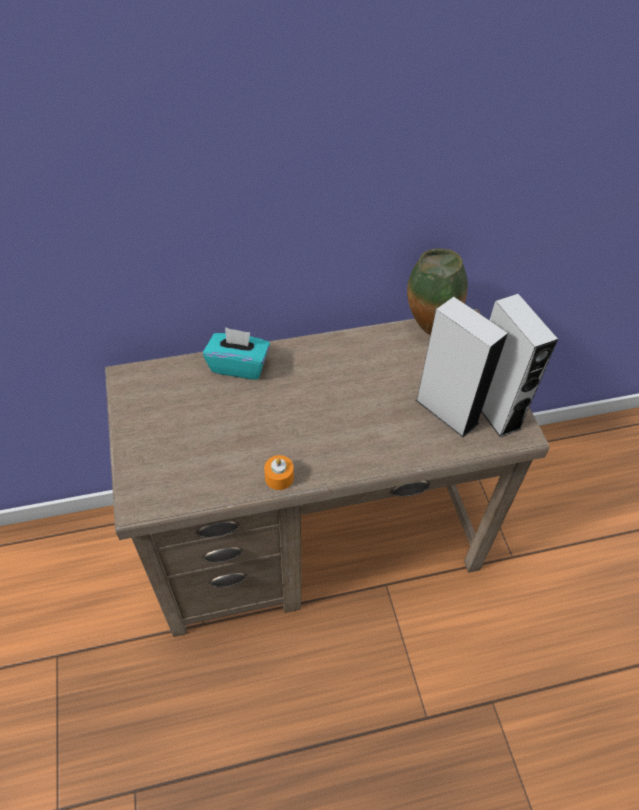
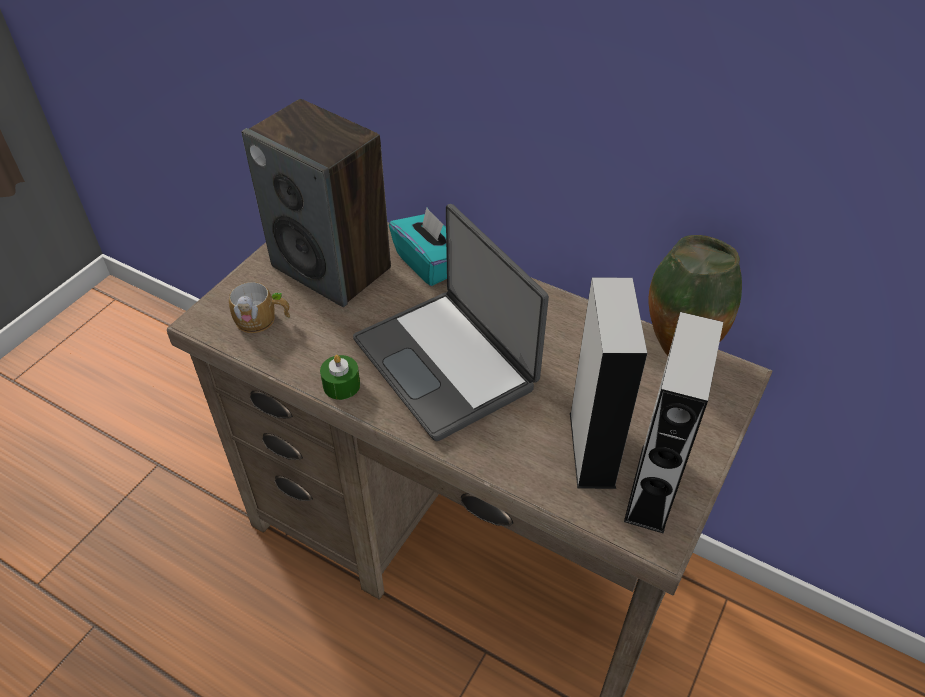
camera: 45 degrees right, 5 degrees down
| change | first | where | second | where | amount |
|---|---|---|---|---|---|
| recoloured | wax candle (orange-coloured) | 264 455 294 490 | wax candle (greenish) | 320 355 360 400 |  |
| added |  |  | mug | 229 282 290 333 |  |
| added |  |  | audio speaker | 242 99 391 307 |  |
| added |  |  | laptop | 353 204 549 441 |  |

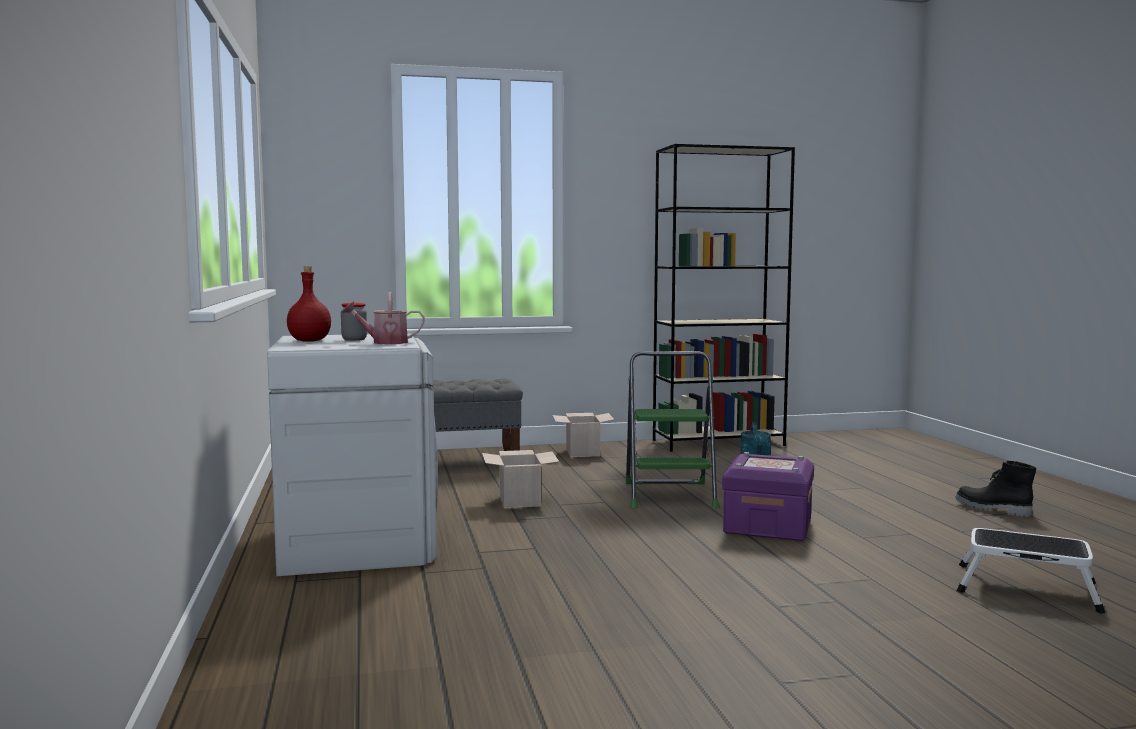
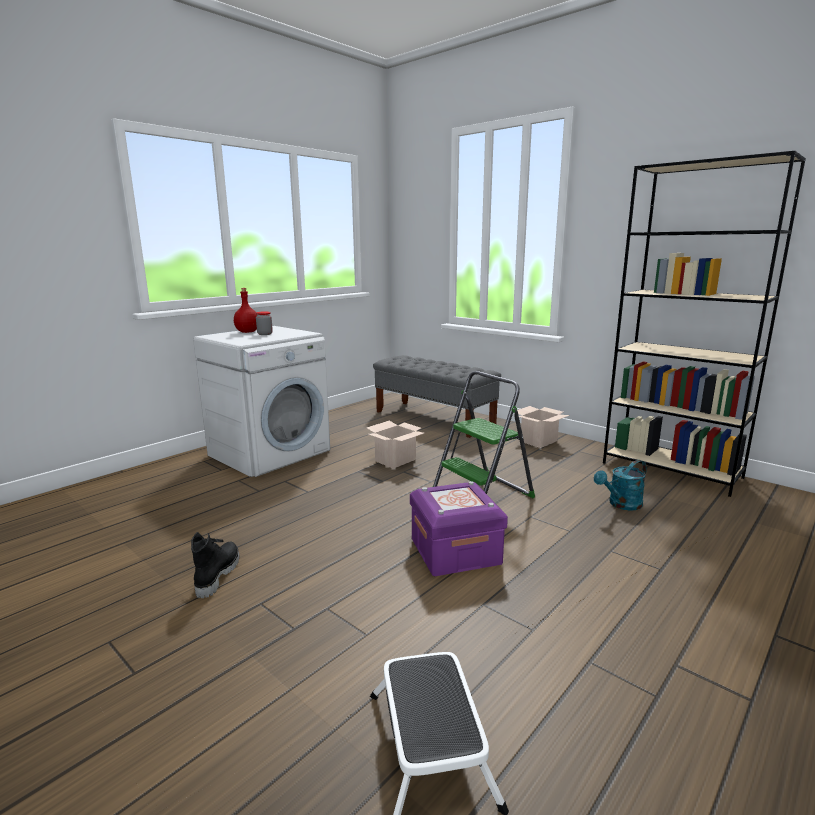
camera: 55 degrees right, 10 degrees up
| change | first | where | second | where | amount |
|---|---|---|---|---|---|
| removed | watering can | 342 292 425 344 |  |  |  |
| moved | tall boot (blackish) | 955 460 1036 517 |  | 191 532 239 598 |  |

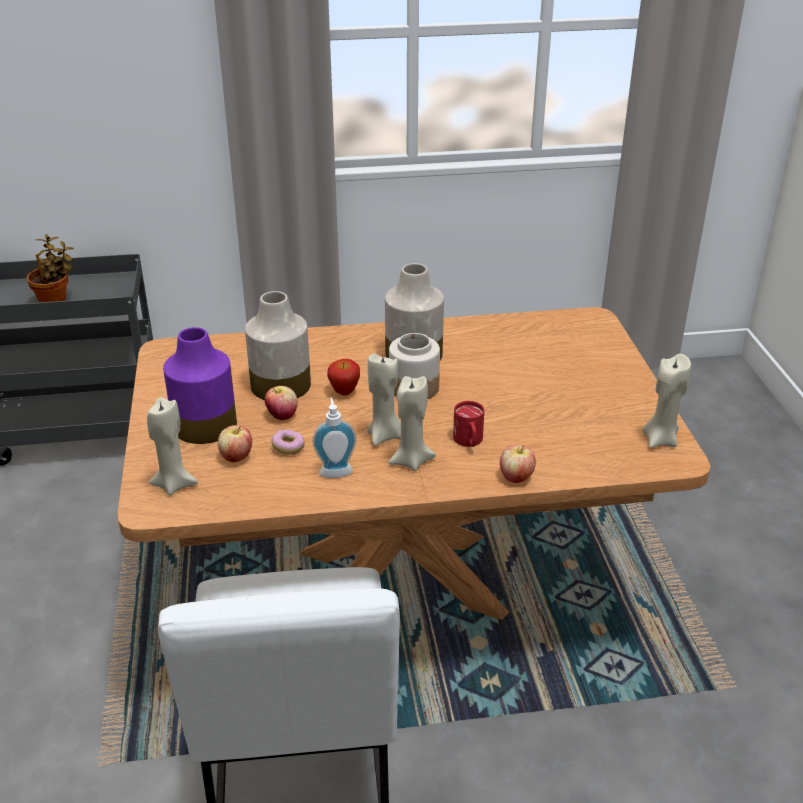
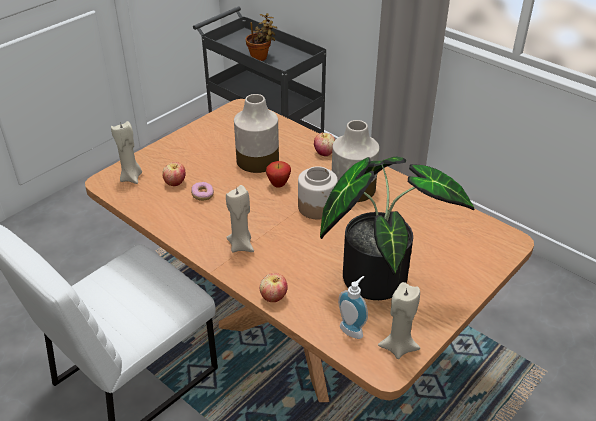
camera: 50 degrees right, 5 degrees up
| change | first | where | second | where | amount |
|---|---|---|---|---|---|
| removed | decorative vase (purple) | 163 327 237 444 |  |  |  |
| moved | whole apple | 265 386 298 420 |  | 314 132 335 156 |  |
| moved | liquid soap bottle | 313 397 356 478 |  | 338 276 368 339 |  |
| removed | wax candle (beige) | 368 353 401 446 |  |  |  |
| removed | mug (reddish) | 453 401 484 447 |  |  |  |
| added |  |  | plant in a pot | 320 157 475 300 |  |

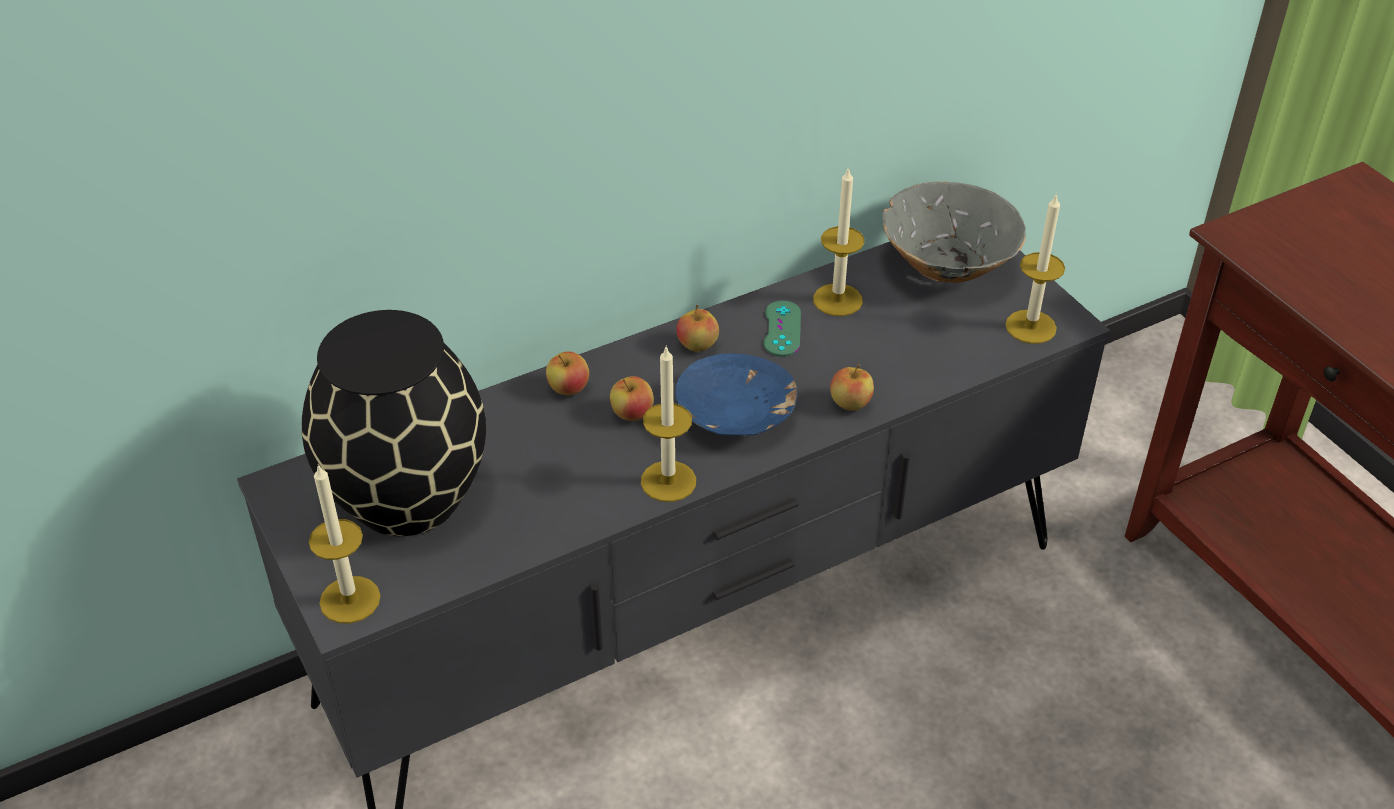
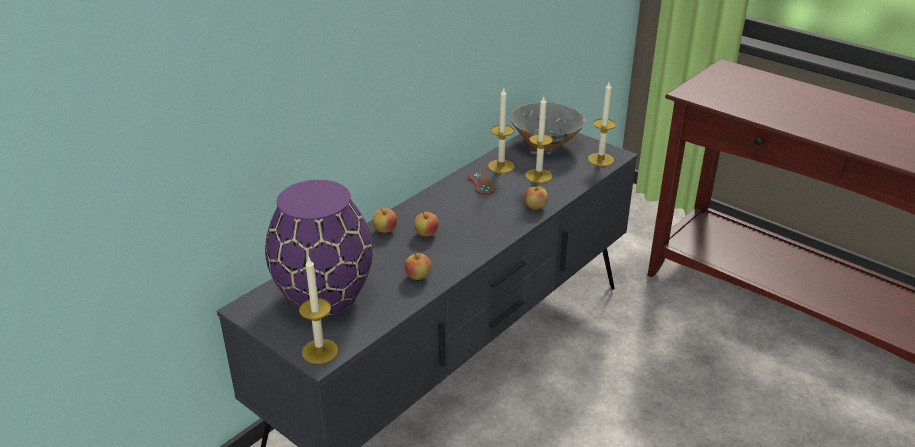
camera: 20 degrees left, 10 degrees down
| change | first | where | second | where | amount |
|---|---|---|---|---|---|
| recoloured | decorative vase (blackish) | 302 310 486 536 | decorative vase (purple) | 265 180 373 316 |  |
| moved | wax candle | 641 345 696 502 |  | 525 97 553 183 |  |
| removed | bowl (blue-coloured) | 676 353 798 436 |  |  |  |
| moved | whole apple | 677 305 719 352 |  | 404 250 431 280 |  |
| recoloured | joypad (greenish) | 764 300 801 357 | joypad (brown) | 468 171 495 195 |  |

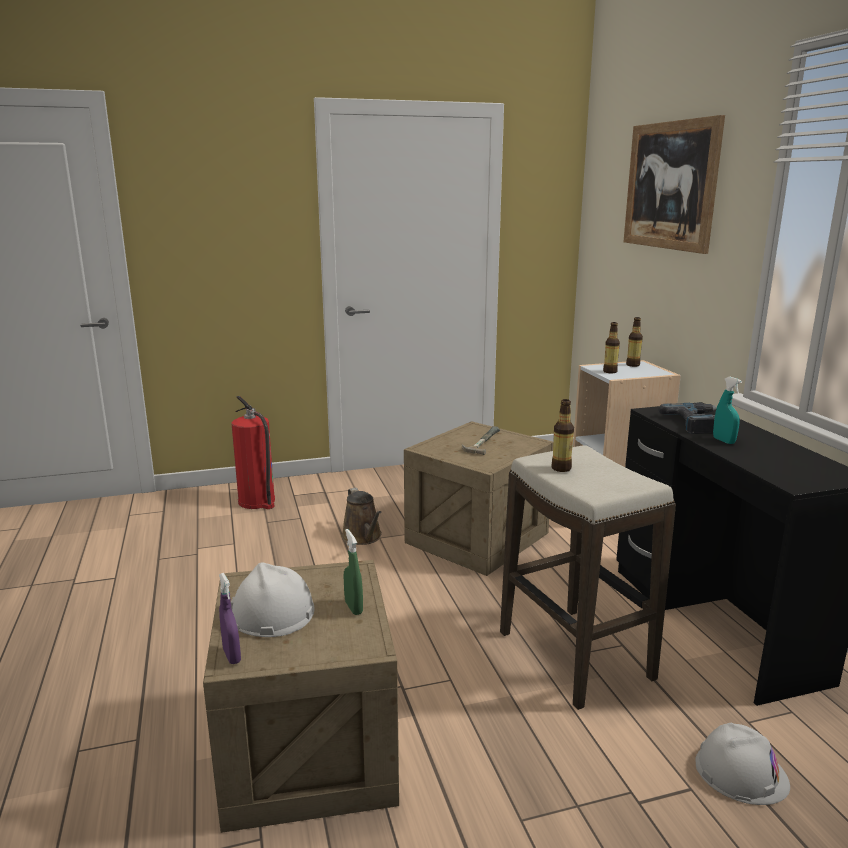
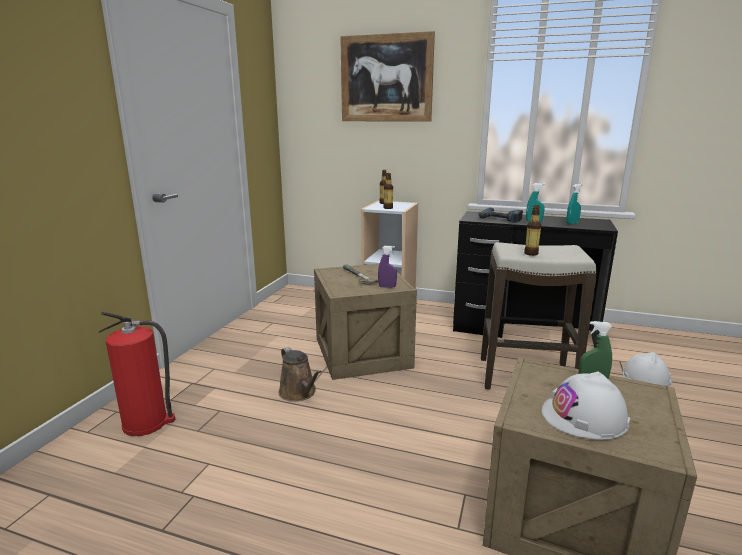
camera: 55 degrees left, 0 degrees up
| change | first | where | second | where | amount |
|---|---|---|---|---|---|
| moved | spray bottle (purple) | 219 573 241 664 |  | 378 246 397 288 |  |
| turned | watering can (brown) | 342 487 382 545 |  | 279 347 322 402 | 45 degrees clockwise |
| added |  |  | spray bottle (blue-green) | 566 184 583 224 |  |

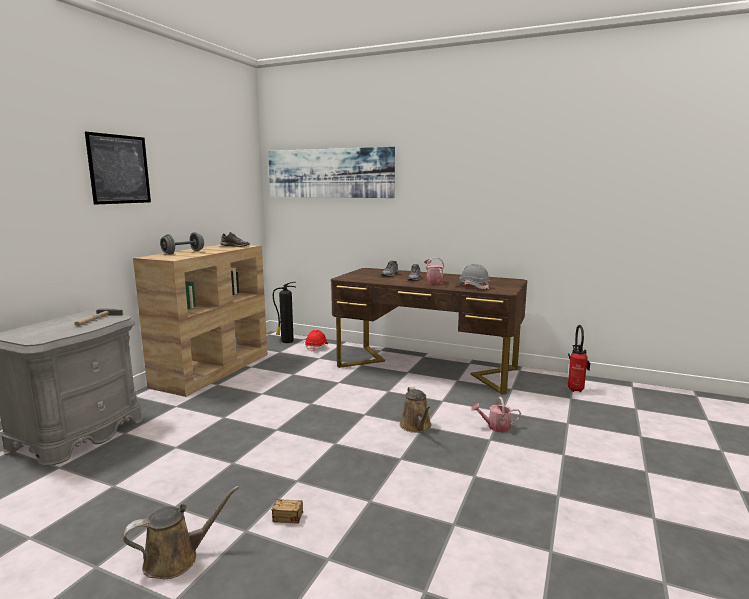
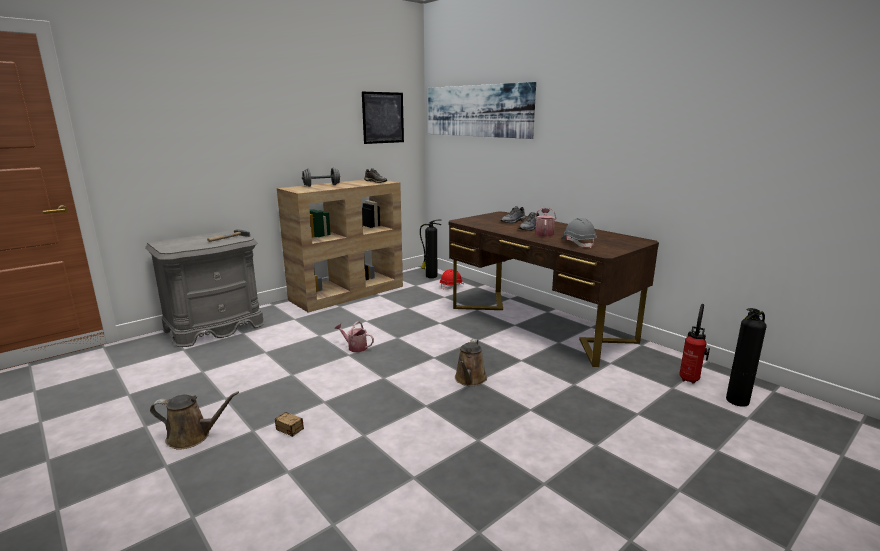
camera: 25 degrees right, 5 degrees up
| change | first | where | second | where | amount |
|---|---|---|---|---|---|
| moved | wall art | 85 132 151 205 |  | 362 92 404 144 |  |
| moved | watering can | 471 397 521 433 |  | 334 321 374 352 |  |
| added |  |  | extinguisher | 726 308 767 407 |  |

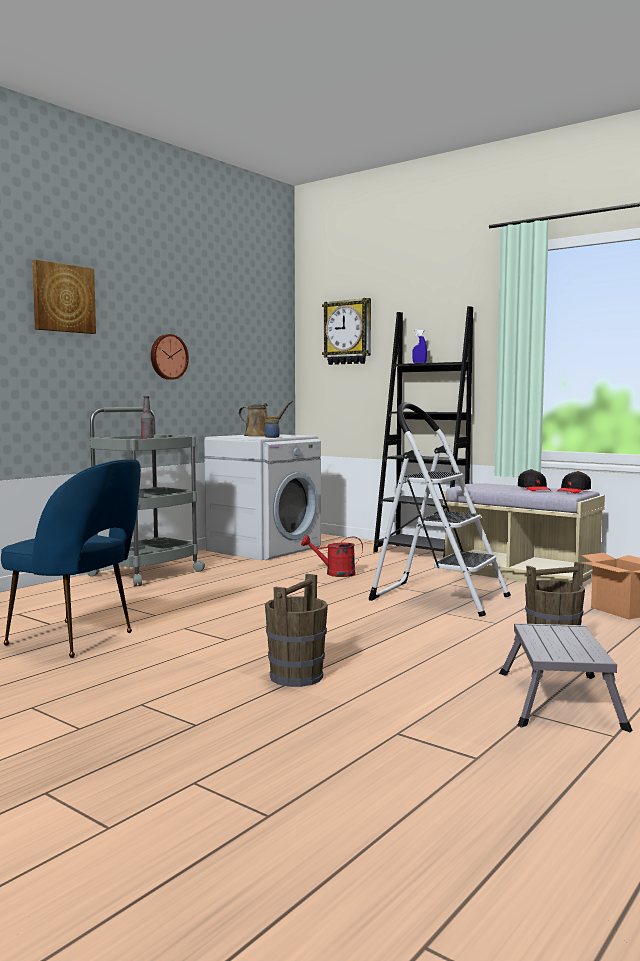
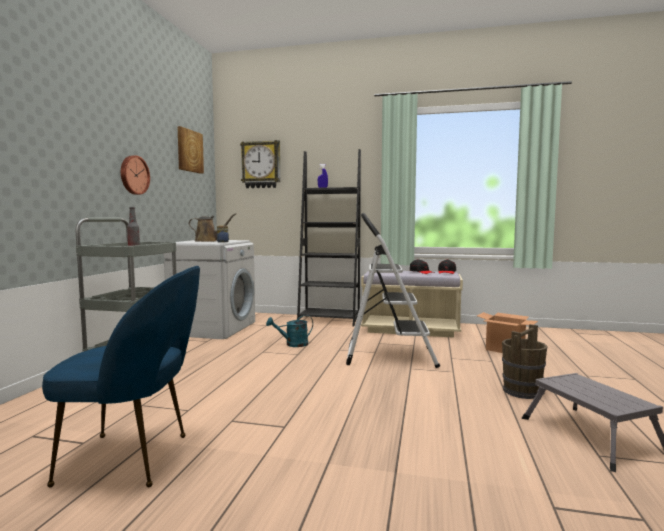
camera: 25 degrees left, 0 degrees up
| change | first | where | second | where | amount |
|---|---|---|---|---|---|
| moved | wall art | 32 260 96 334 |  | 177 126 204 174 |  |
| removed | pail (brown) | 265 574 328 687 |  |  |  |
| recoloured | watering can (reddish) | 301 535 363 577 | watering can (blue-green) | 266 315 313 347 |  |

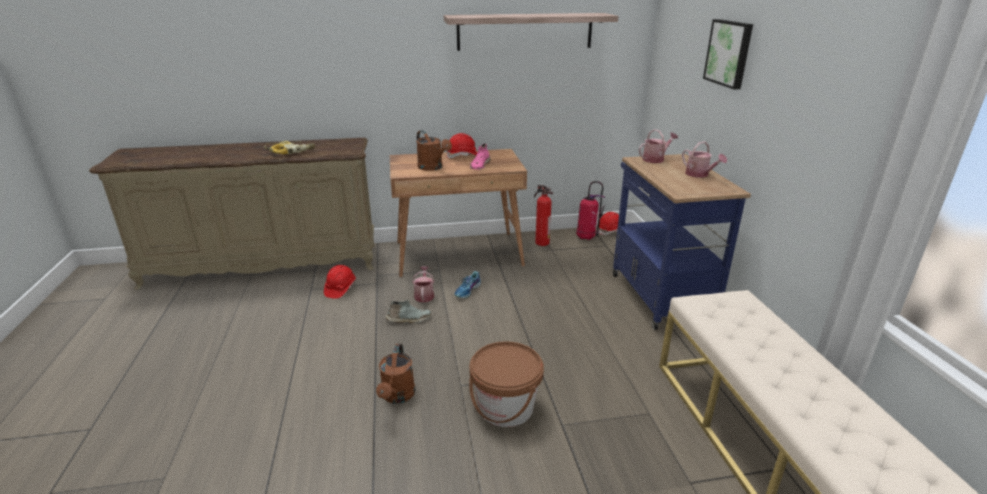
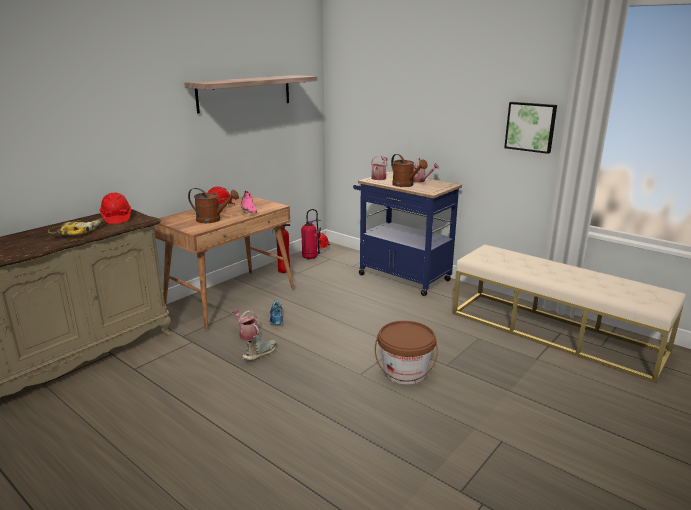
camera: 40 degrees left, 5 degrees down
| change | first | where | second | where | amount |
|---|---|---|---|---|---|
| moved | work helmet (reddish) | 324 265 356 299 |  | 100 193 131 224 |  |
| moved | watering can (brown) | 376 344 415 404 |  | 391 154 428 187 |  |
| moved | wall art | 703 19 753 89 |  | 504 102 557 154 |  |

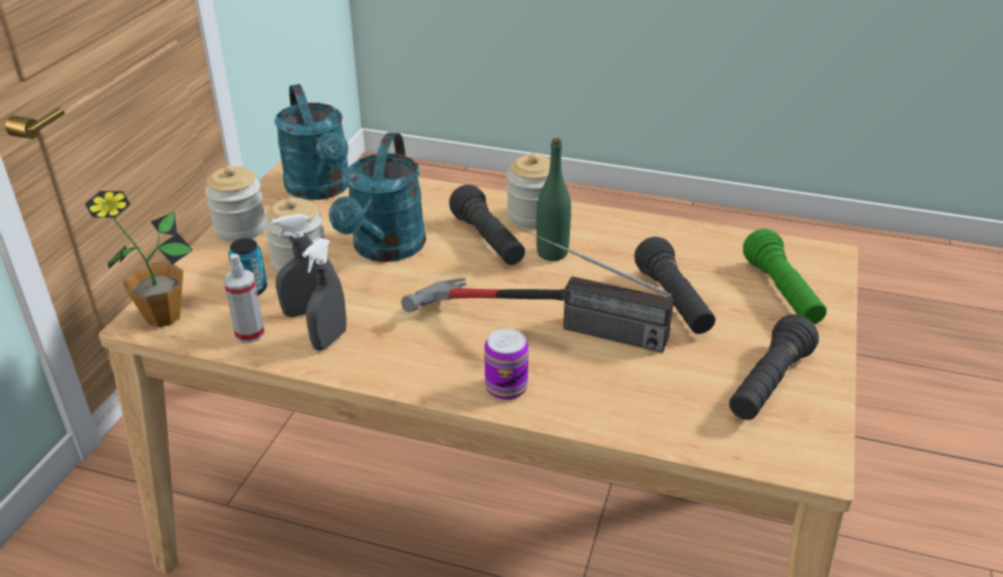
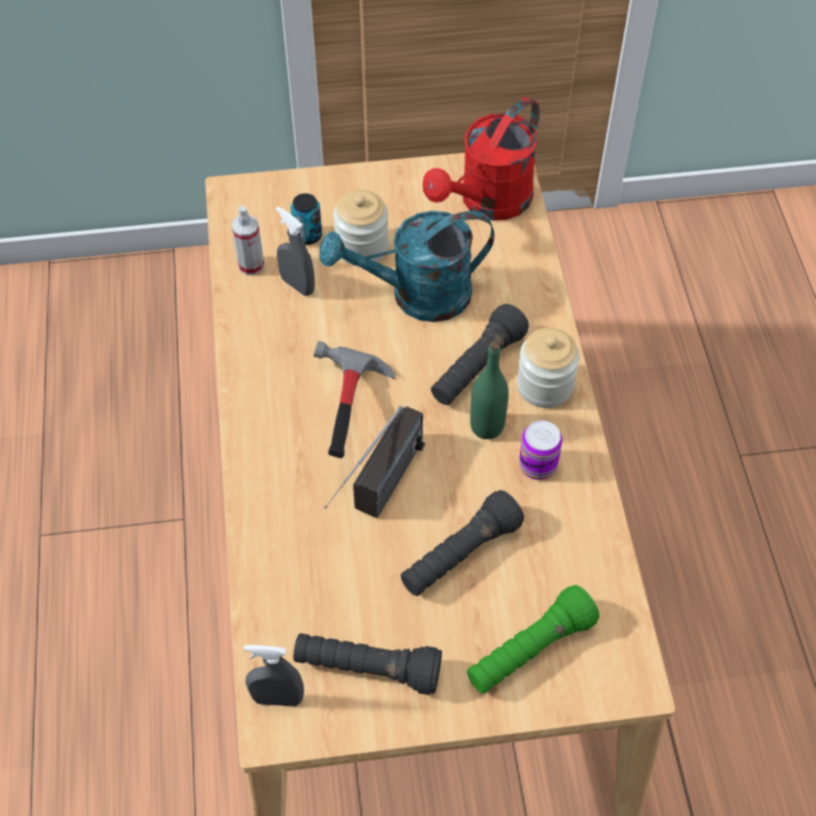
camera: 65 degrees right, 20 degrees up
| change | first | where | second | where | amount |
|---|---|---|---|---|---|
| removed | plant in a pot | 85 191 193 327 |  |  |  |
| removed | preserve jar | 205 165 266 242 |  |  |  |
| recoloured | watering can (blue-green) | 274 84 349 200 | watering can (reddish) | 423 97 540 221 |  |
| moved | spray bottle (grey) | 302 238 347 351 |  | 244 645 304 707 |  |
| moved | can | 484 329 529 400 |  | 519 421 562 480 |  |
| turned | radio set | 520 228 674 353 |  | 324 406 425 518 | 150 degrees counterclockwise |

